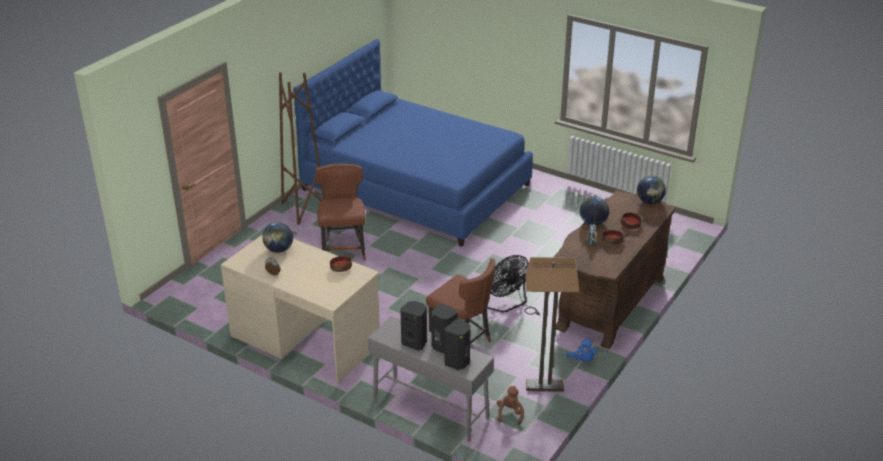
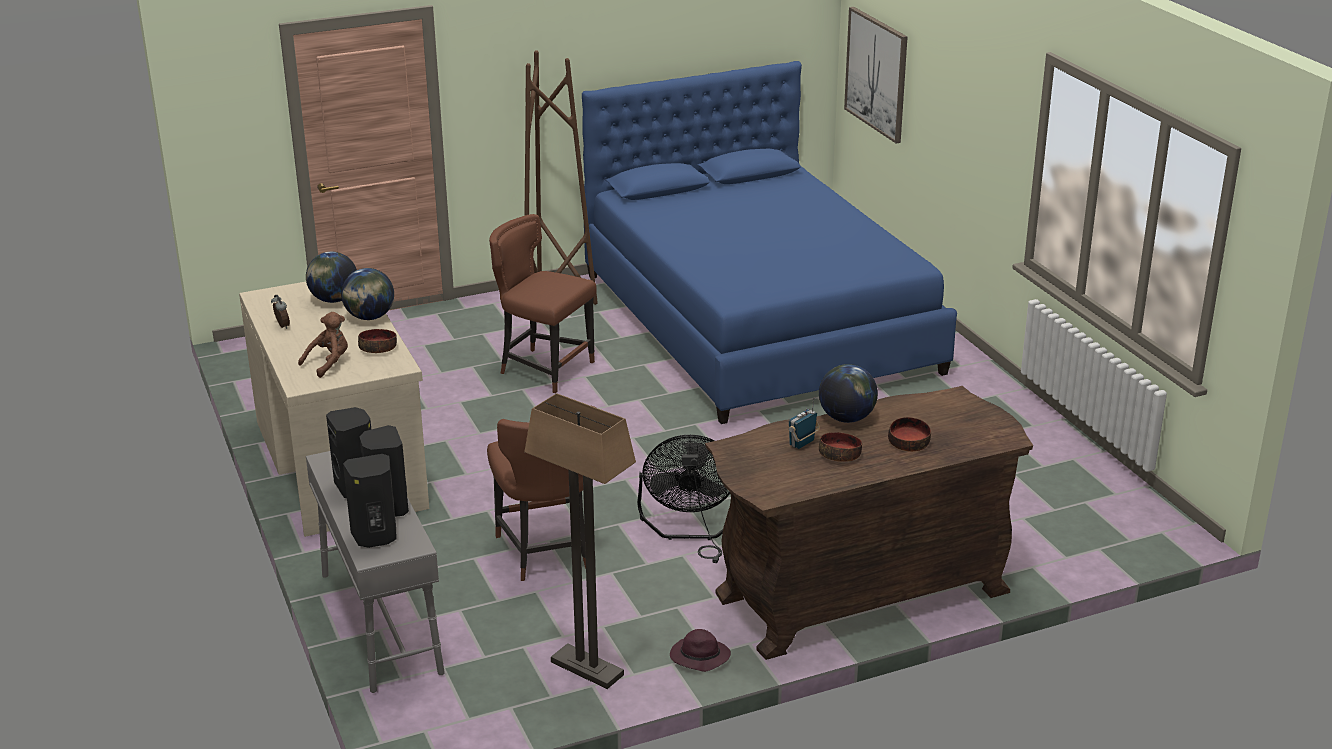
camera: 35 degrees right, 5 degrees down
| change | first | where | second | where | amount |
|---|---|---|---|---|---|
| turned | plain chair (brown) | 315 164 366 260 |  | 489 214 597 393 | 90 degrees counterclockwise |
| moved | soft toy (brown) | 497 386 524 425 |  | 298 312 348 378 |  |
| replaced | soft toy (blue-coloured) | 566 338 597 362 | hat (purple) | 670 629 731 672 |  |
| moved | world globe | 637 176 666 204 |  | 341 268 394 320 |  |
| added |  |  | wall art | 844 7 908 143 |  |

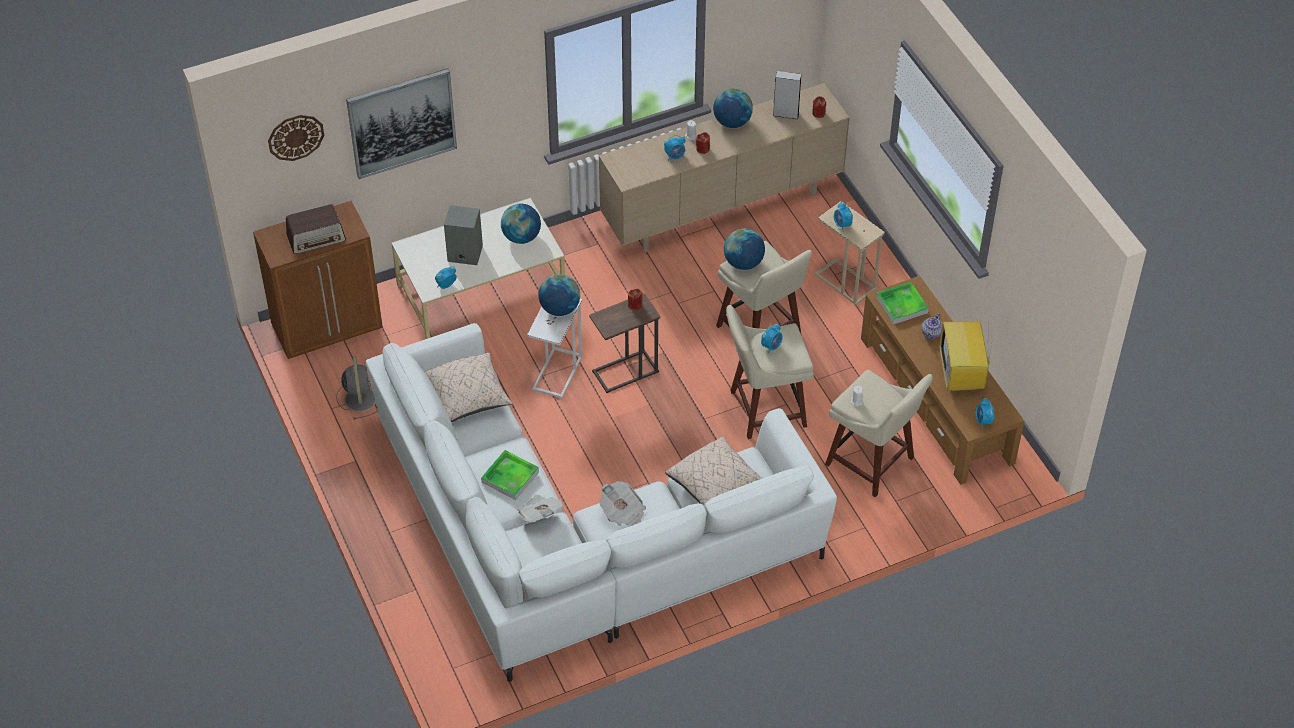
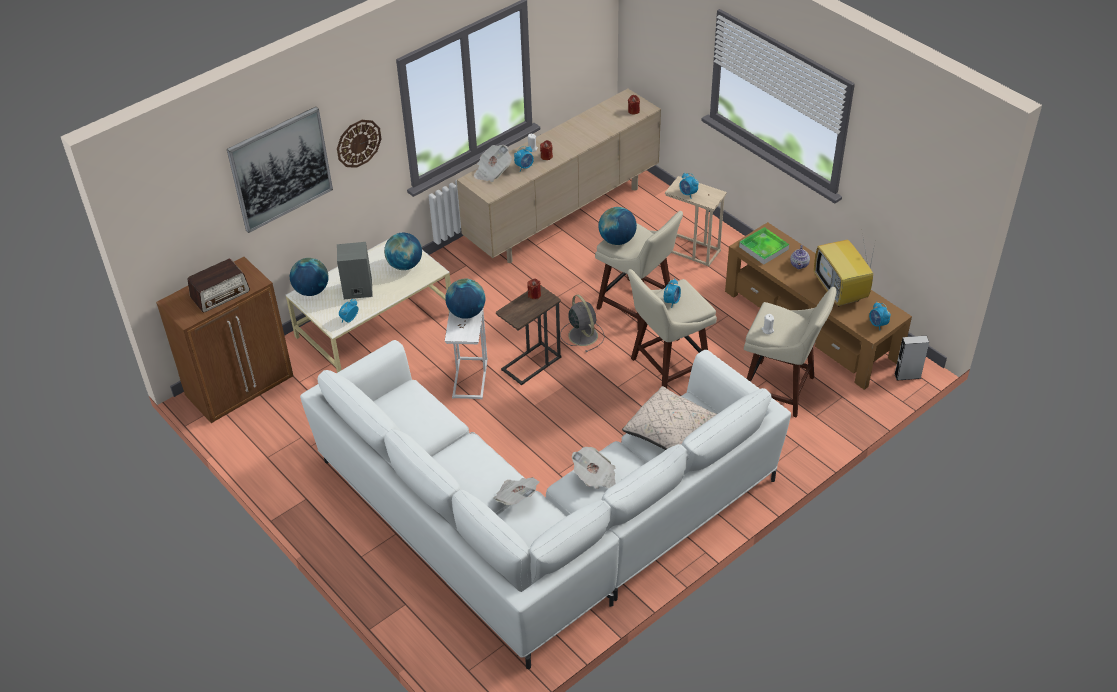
camera: 15 degrees left, 5 degrees down
| change | first | where | second | where | amount |
|---|---|---|---|---|---|
| moved | hanging clock | 268 115 325 161 |  | 337 120 381 168 |  |
| moved | fan (grey) | 336 356 378 420 |  | 560 295 605 352 |  |
| removed | throw pillow (beige) | 425 353 513 422 |  |  |  |
| removed | serving tray | 481 450 539 500 |  |  |  |
| moved | world globe | 713 88 753 128 |  | 290 258 329 296 |  |
| moved | audio speaker (grey) | 773 71 802 119 |  | 894 335 929 381 |  |
| added |  |  | newspaper | 474 145 512 182 |  |

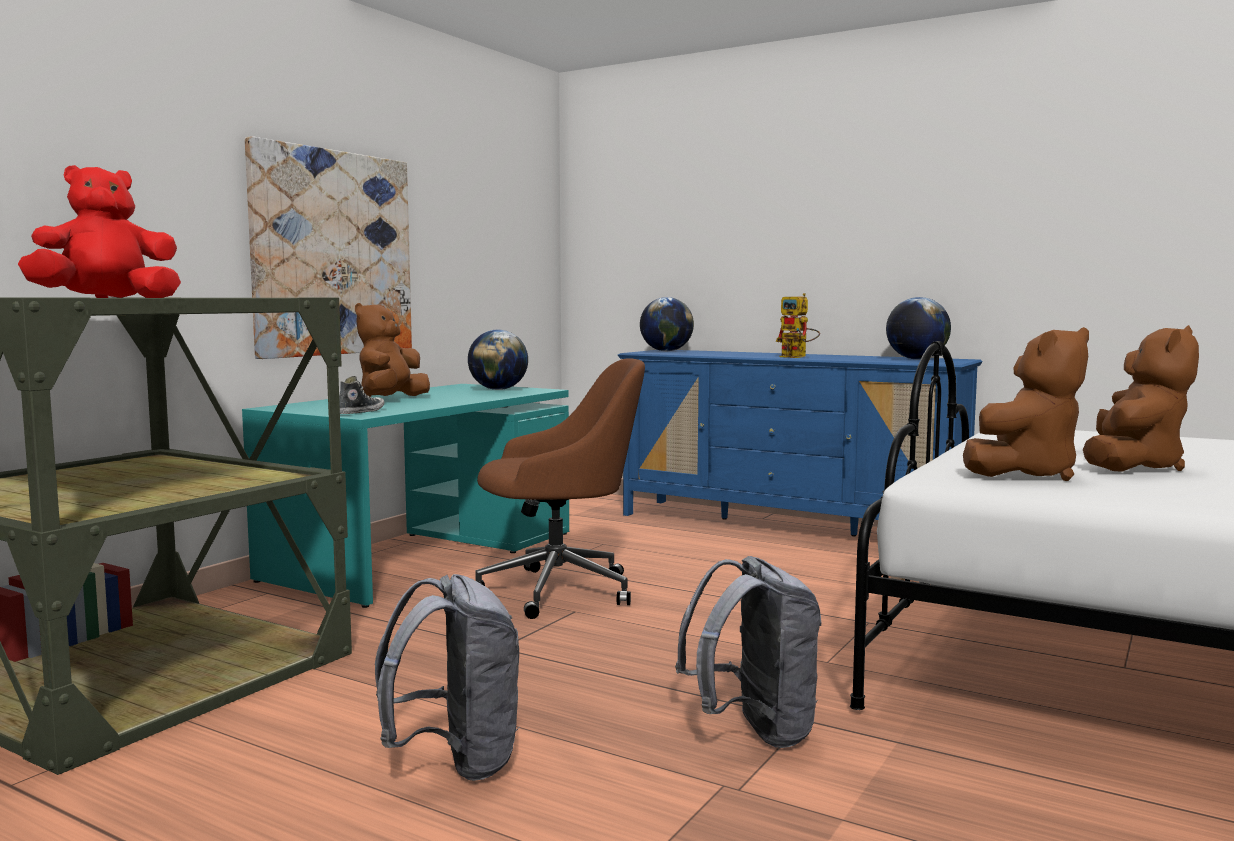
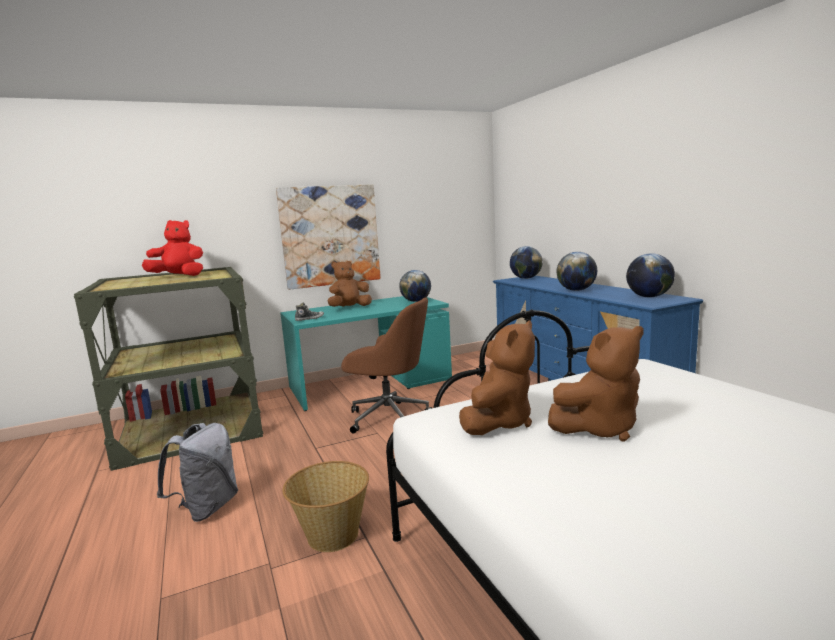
camera: 35 degrees right, 5 degrees up
| change | first | where | second | where | amount |
|---|---|---|---|---|---|
| replaced | backpack (grey) | 675 556 822 748 | household basket | 282 461 369 552 |  |
| replaced | model robot | 776 293 820 358 | world globe | 557 252 597 291 |  |
| turned | soft toy (brown) | 963 327 1089 481 |  | 459 320 535 435 | 60 degrees counterclockwise |

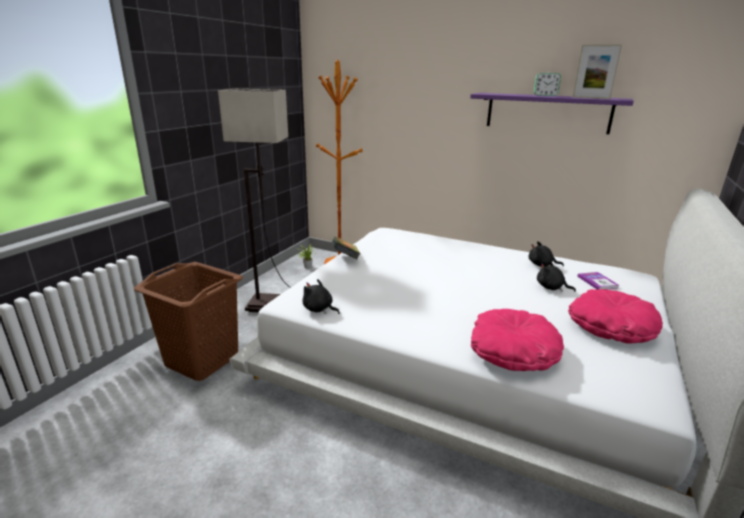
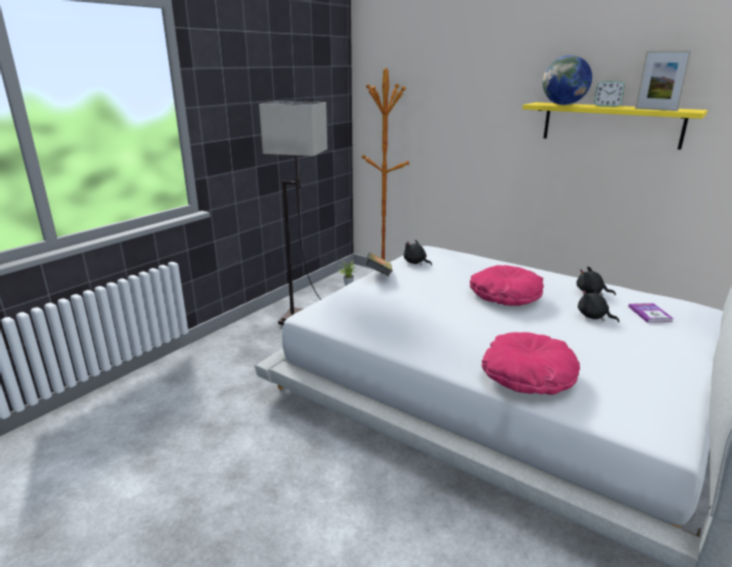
camera: 10 degrees right, 0 degrees up
| change | first | where | second | where | amount |
|---|---|---|---|---|---|
| removed | hamper (brown) | 134 262 243 381 |  |  |  |
| moved | soft toy (blackish) | 302 279 340 314 |  | 404 240 432 266 |  |
| recoloured | shelf (purple) | 470 93 634 134 | shelf (yellow-coloured) | 522 102 708 150 |  |
| moved | throw pillow (pink) | 568 289 663 343 |  | 470 265 544 306 |  |
| added |  |  | world globe | 543 55 592 105 |  |

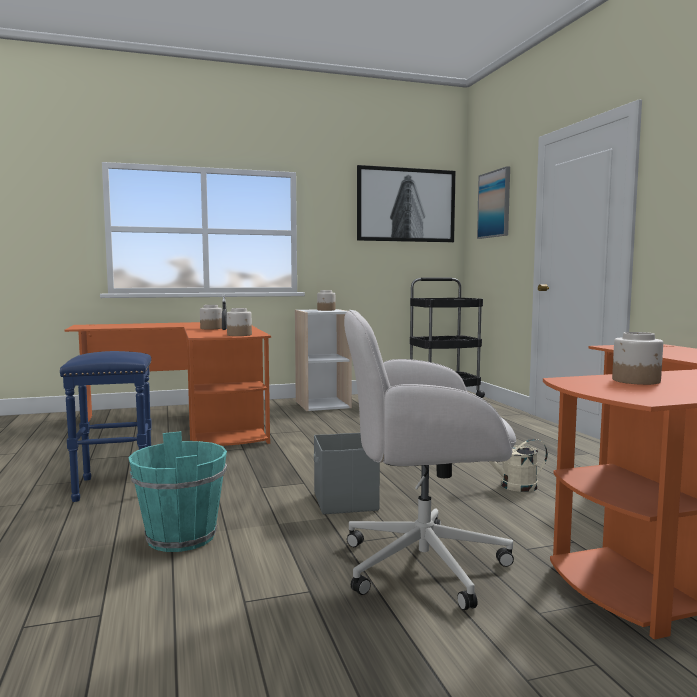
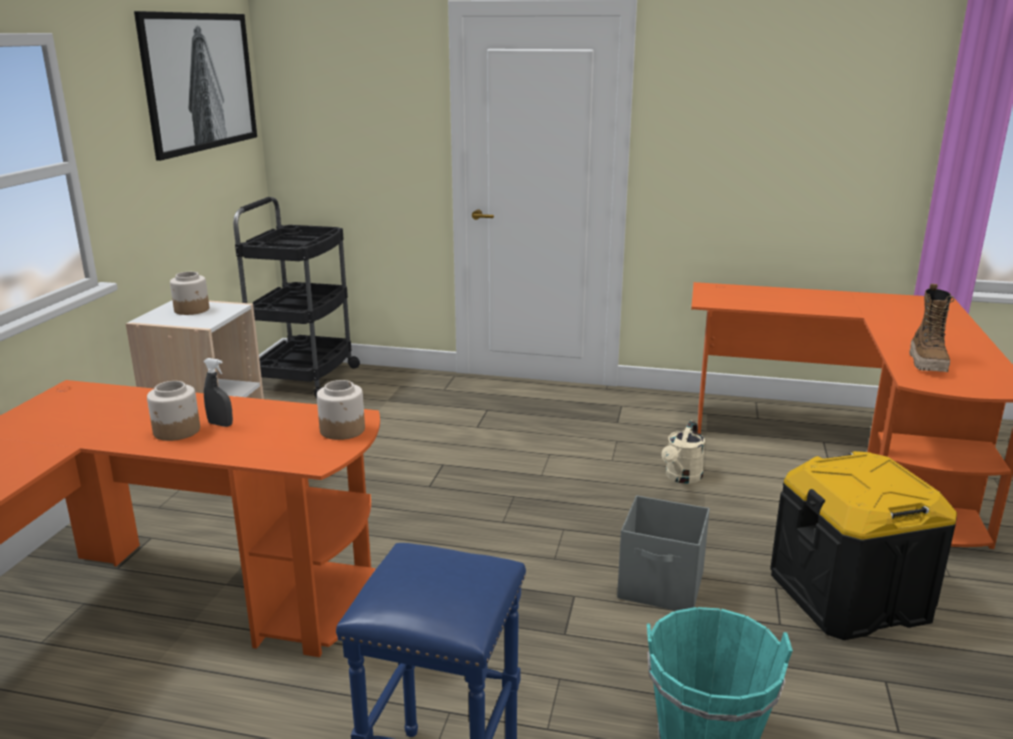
camera: 60 degrees left, 15 degrees up
| change | first | where | second | where | amount |
|---|---|---|---|---|---|
| replaced | computer chair (white-coloured) | 344 310 516 610 | storage container (blackish) | 770 451 957 640 |  |
| removed | wall art | 477 166 510 239 |  |  |  |
| replaced | preserve jar | 612 332 663 385 | tall boot | 909 284 954 372 |  |

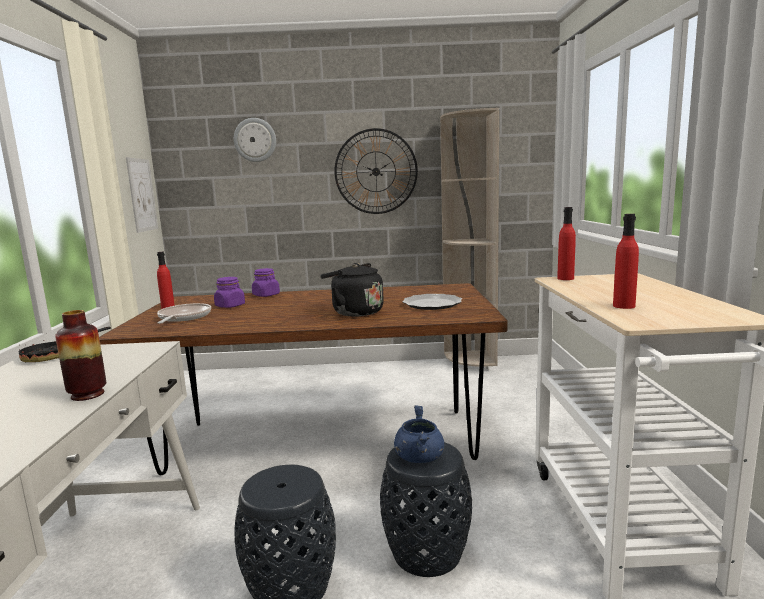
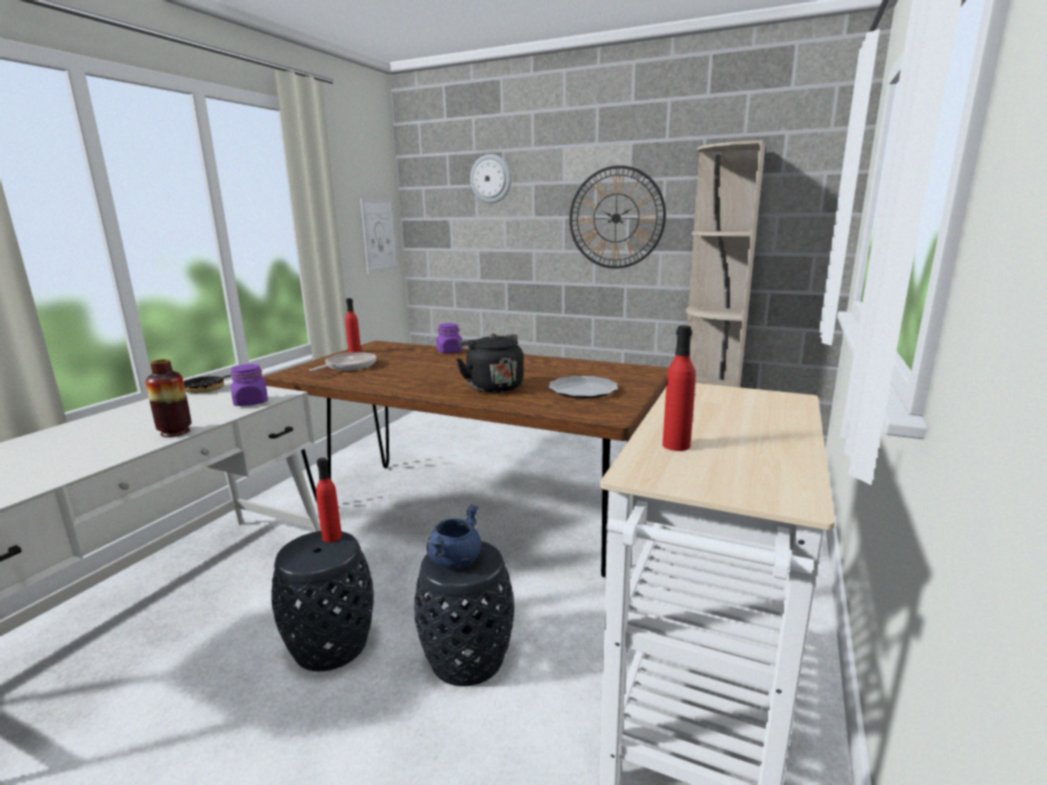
camera: 25 degrees right, 5 degrees up
| change | first | where | second | where | amount |
|---|---|---|---|---|---|
| moved | preserve jar (purple) | 214 277 245 308 |  | 230 364 268 406 |  |
| moved | drink bottle (reddish) | 557 207 576 280 |  | 316 458 342 542 |  |

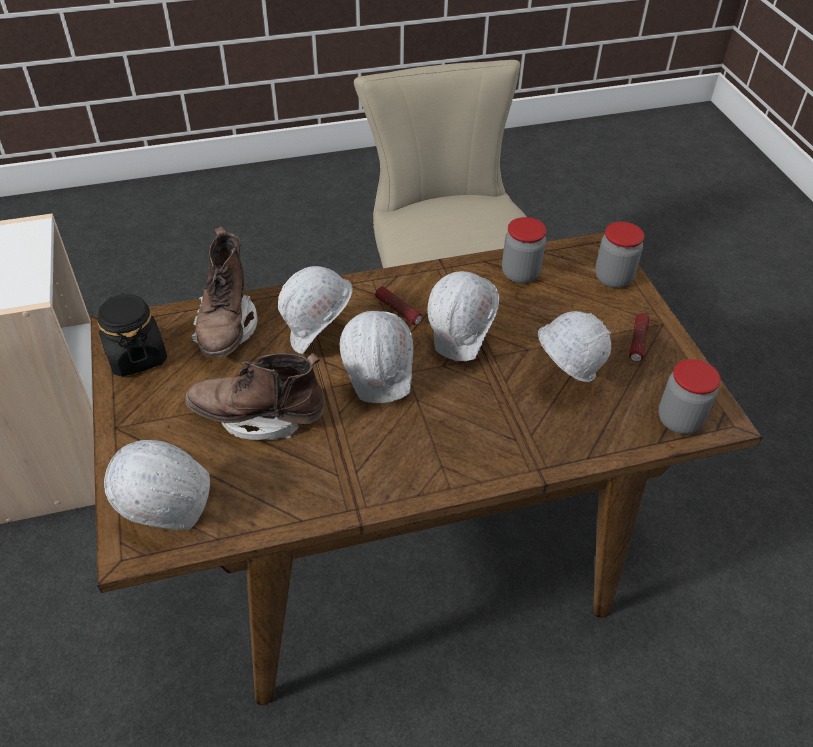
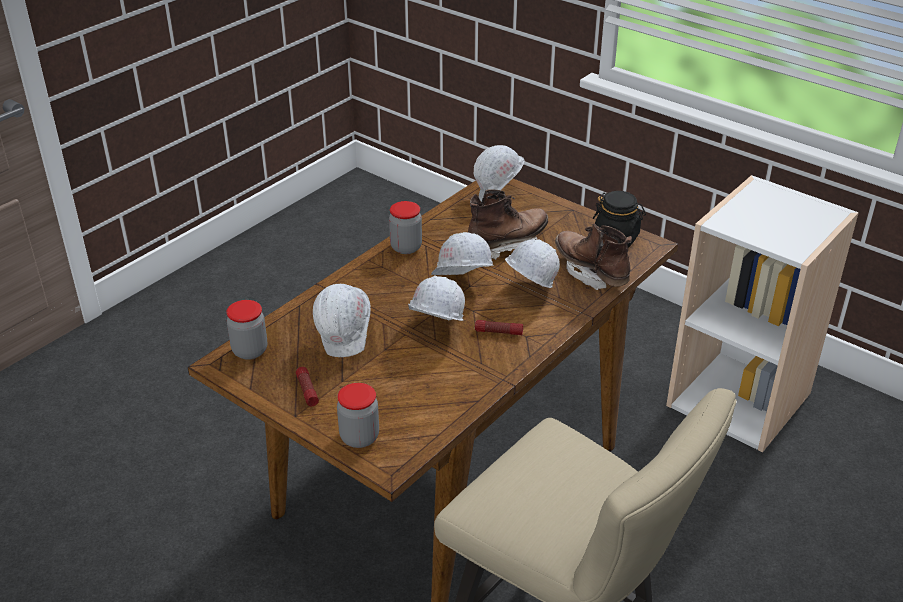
camera: 145 degrees right, 10 degrees down
| change | first | where | second | where | amount |
|---|---|---|---|---|---|
| moved | preserve jar | 502 217 547 283 |  | 389 201 422 254 |  |

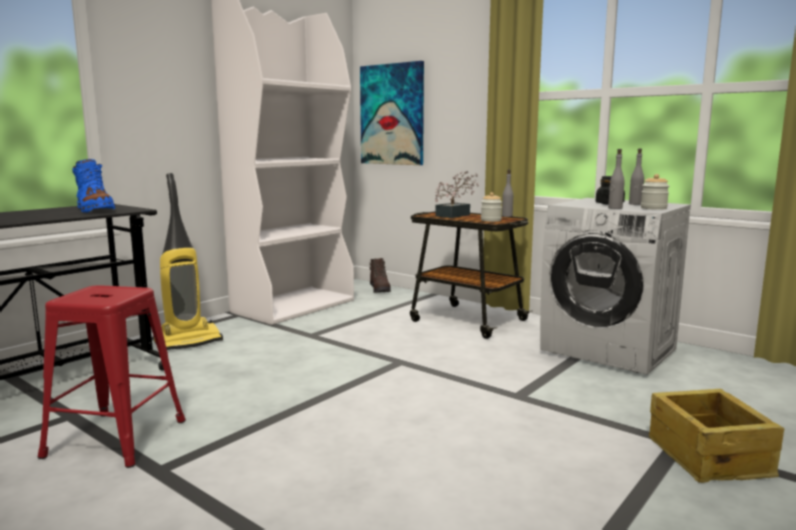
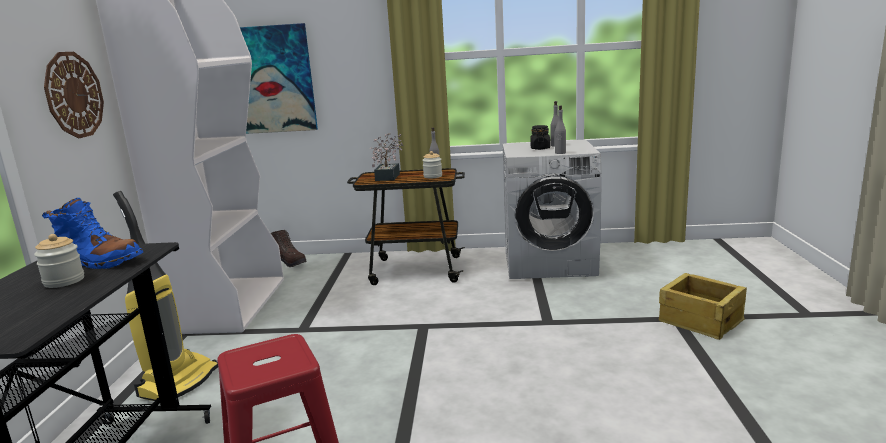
camera: 35 degrees left, 5 degrees up
| change | first | where | second | where | amount |
|---|---|---|---|---|---|
| moved | preserve jar | 641 174 669 210 |  | 34 234 84 288 |  |
| added |  |  | hanging clock | 44 52 104 139 |  |

